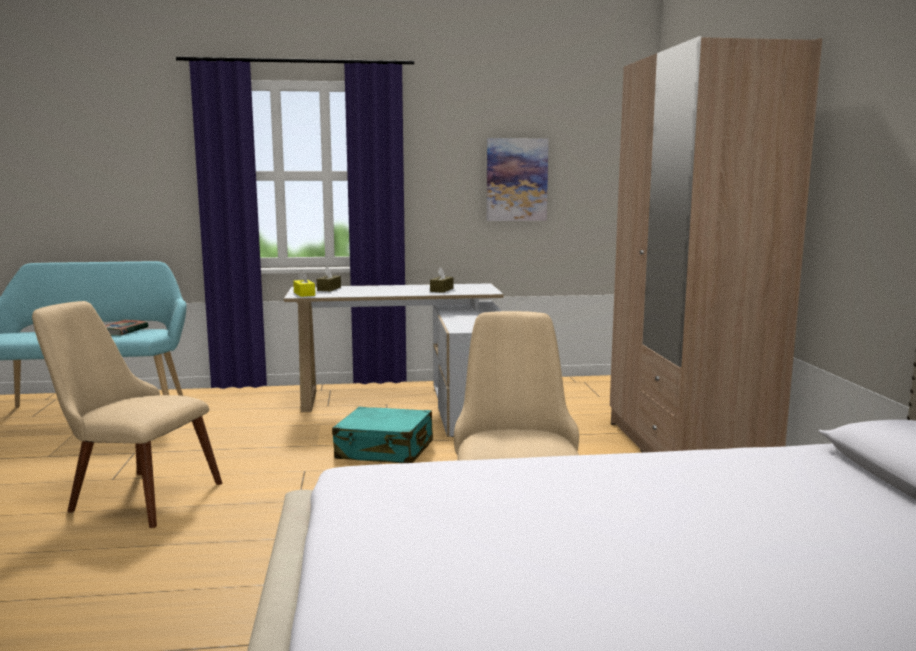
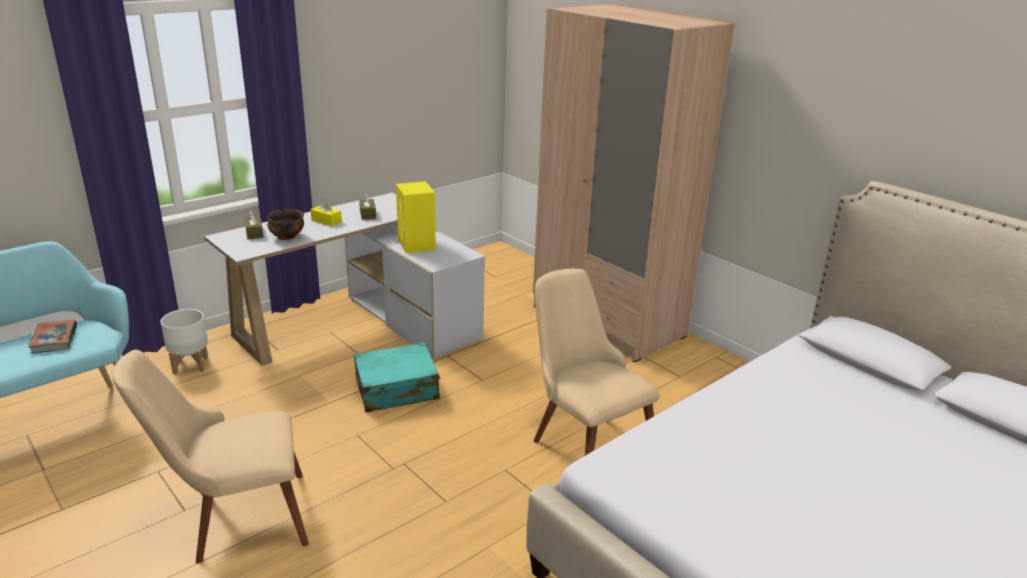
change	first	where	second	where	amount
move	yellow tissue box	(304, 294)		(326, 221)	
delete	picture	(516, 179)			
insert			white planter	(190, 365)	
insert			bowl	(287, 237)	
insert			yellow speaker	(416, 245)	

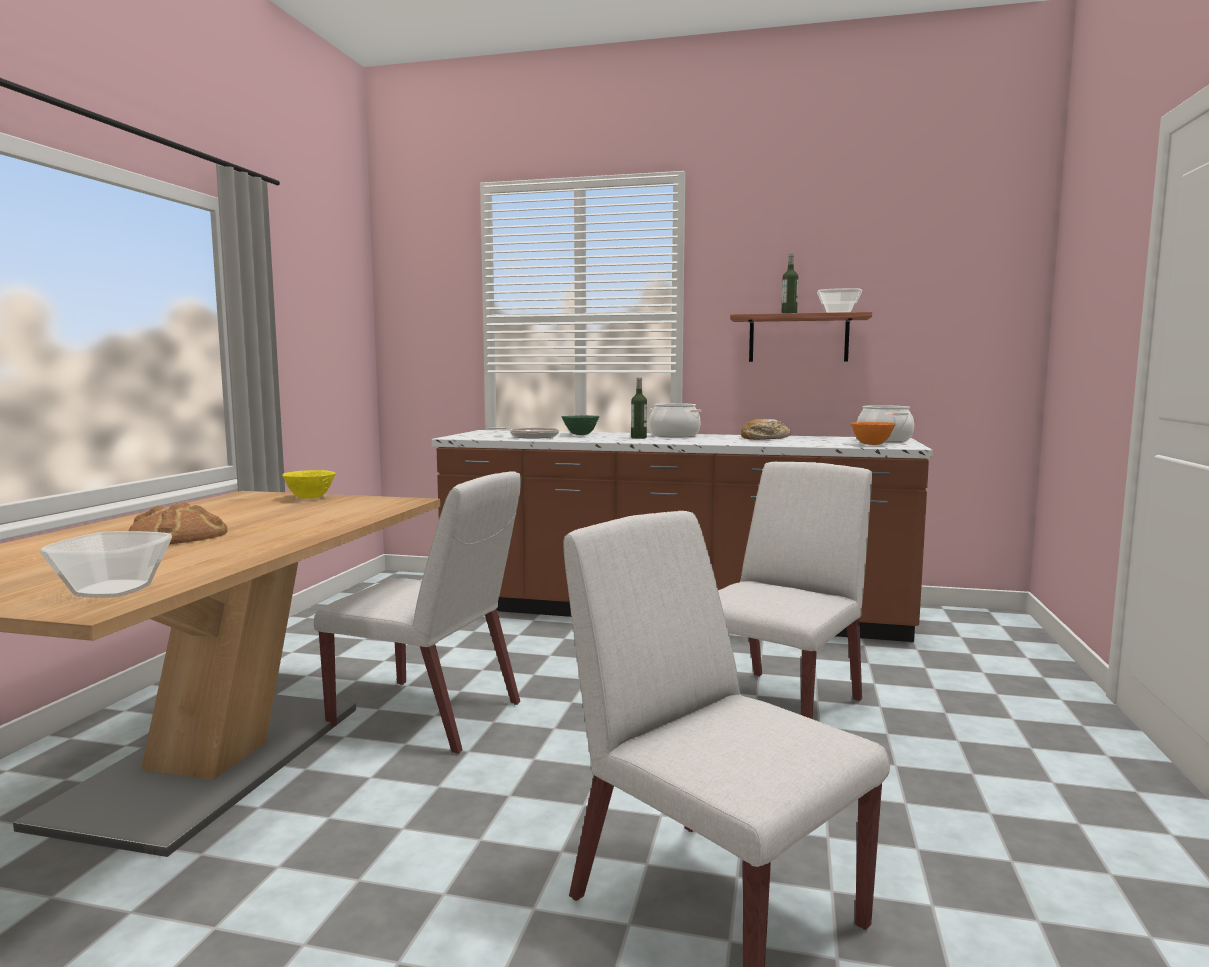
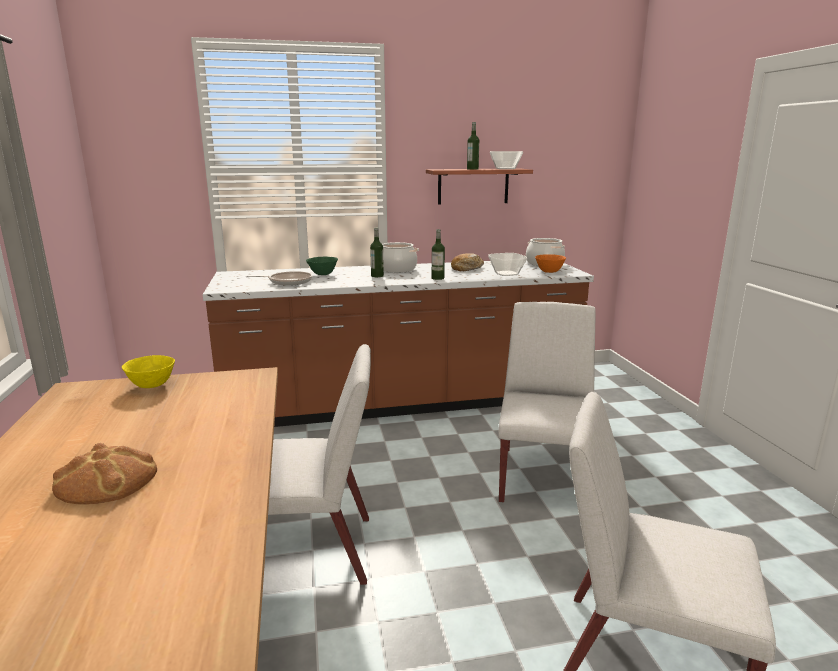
change	first	where	second	where	amount
move	bowl	(113, 590)		(507, 274)	
insert			bottle	(437, 278)	

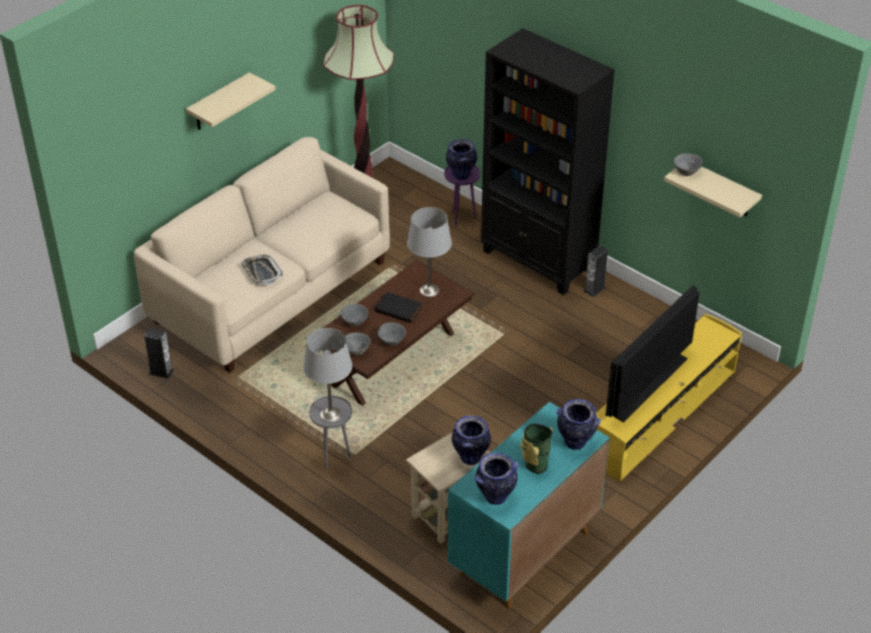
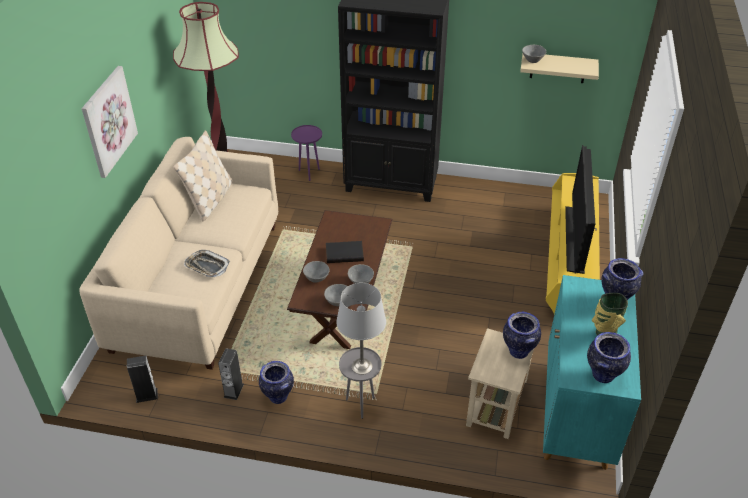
change	first	where	second	where	amount
replace	beige shelf	(219, 103)	picture	(108, 121)	
delete	grey table lamp	(429, 290)			
move	vase	(461, 175)		(278, 397)	
move	speaker	(594, 289)		(233, 390)	
insert			beige pillow	(210, 200)	

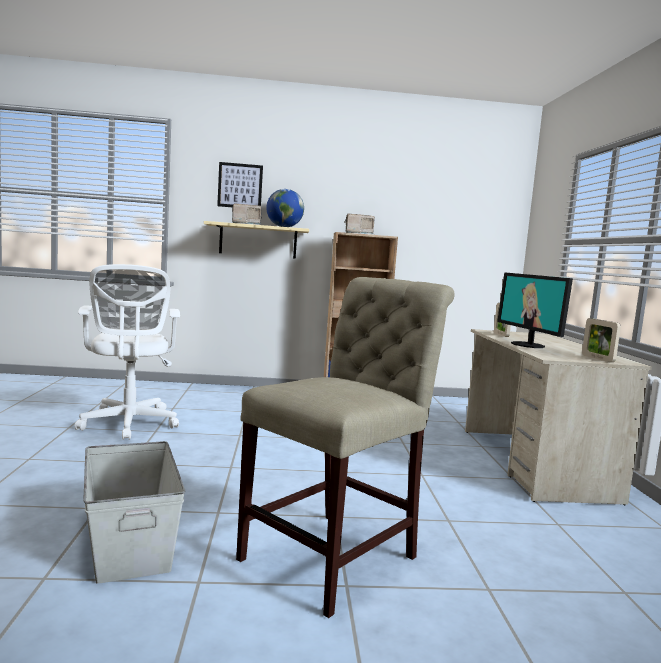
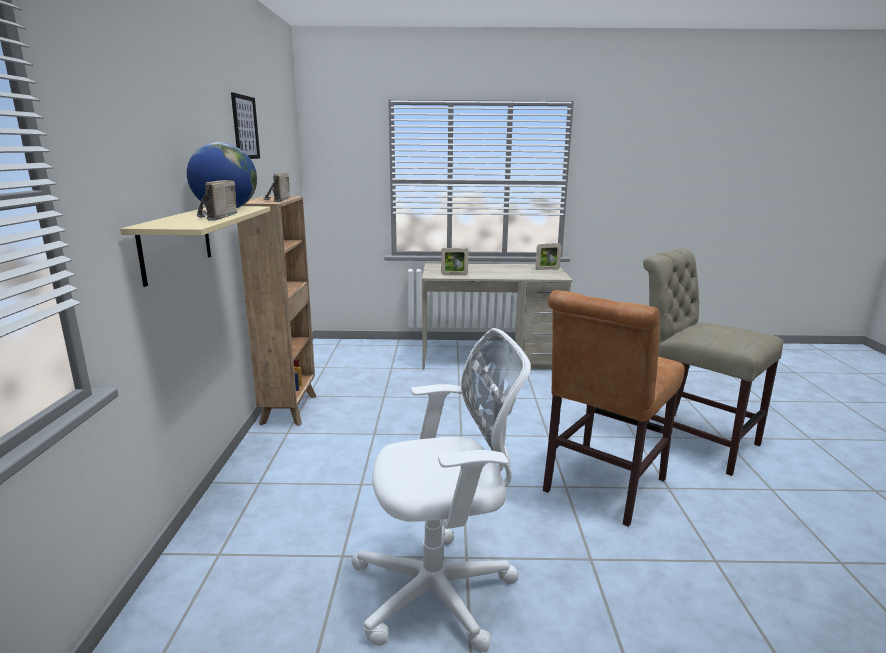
change	first	where	second	where	amount
delete	grey storage box	(129, 540)			
move	picture	(240, 186)		(245, 127)	
delete	monitor	(528, 345)			
insert			brown chair	(601, 488)	

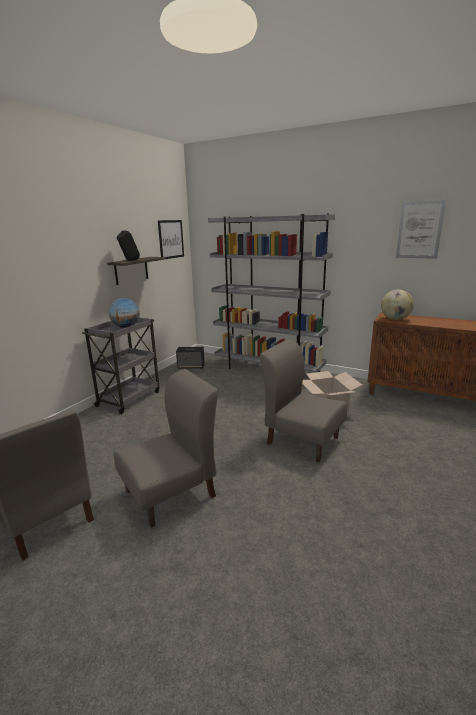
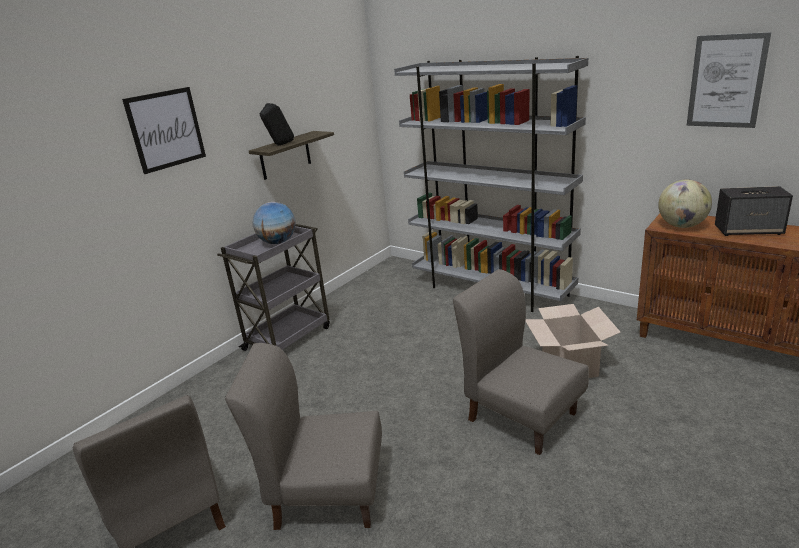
change	first	where	second	where	amount
rotate	grey chair	(171, 493)		(327, 494)	150 degrees counterclockwise
move	picture	(171, 239)		(166, 129)	
move	speaker	(191, 366)		(749, 230)	

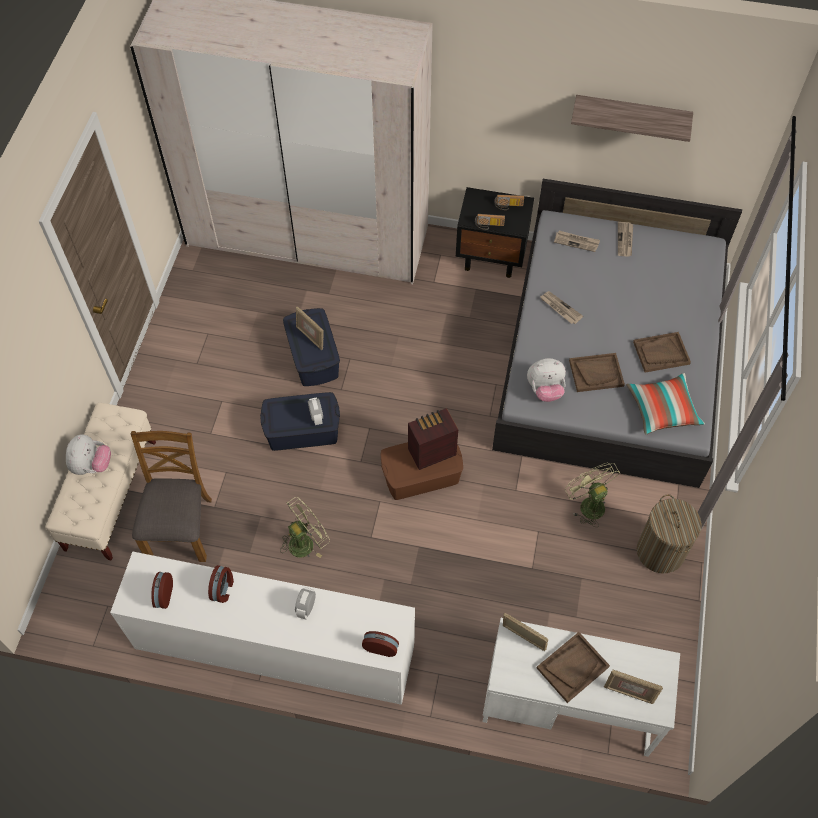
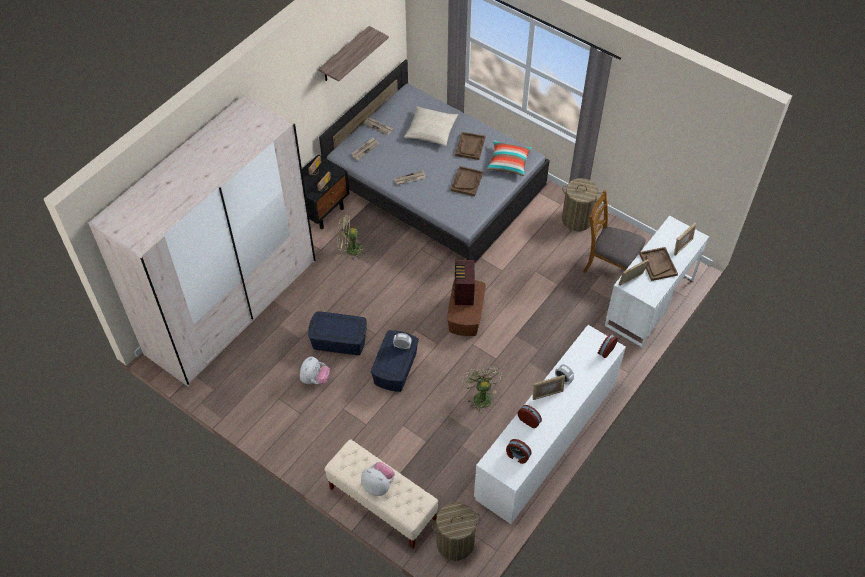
change	first	where	second	where	amount
move	brown chair	(180, 527)		(609, 267)	
move	picture frame	(310, 337)		(547, 394)	
move	plush toy	(545, 389)		(315, 379)	
move	green fan	(588, 504)		(349, 250)	
insert			beige pillow	(431, 130)	
insert			laundry basket	(455, 543)	

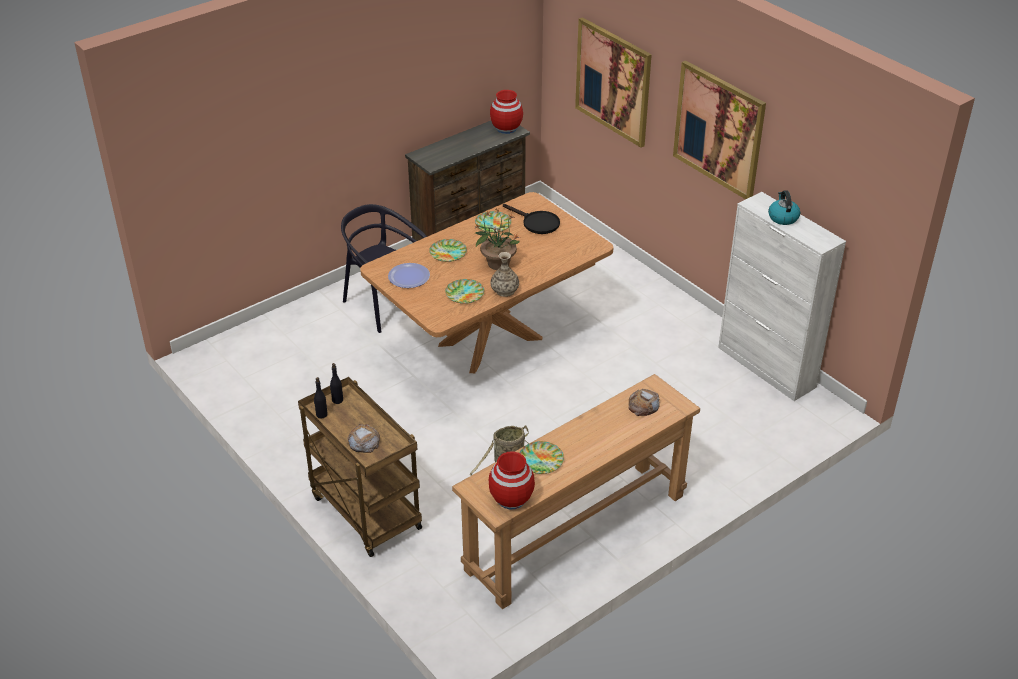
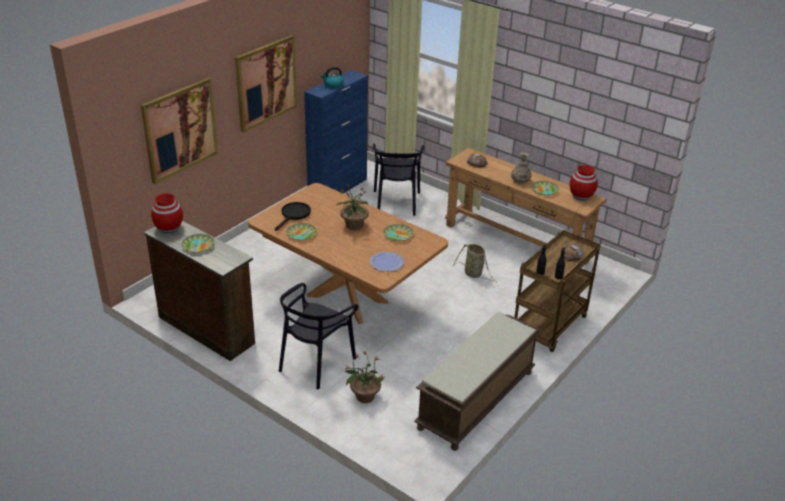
change	first	where	second	where	amount
move	plate	(448, 253)		(197, 245)	
move	vase	(505, 290)		(520, 181)	
recolor	white cabinet	(766, 367)	blue cabinet	(338, 188)	
insert			potted plant	(364, 396)	
insert			black chair	(396, 202)	
insert			brown bench	(476, 400)	

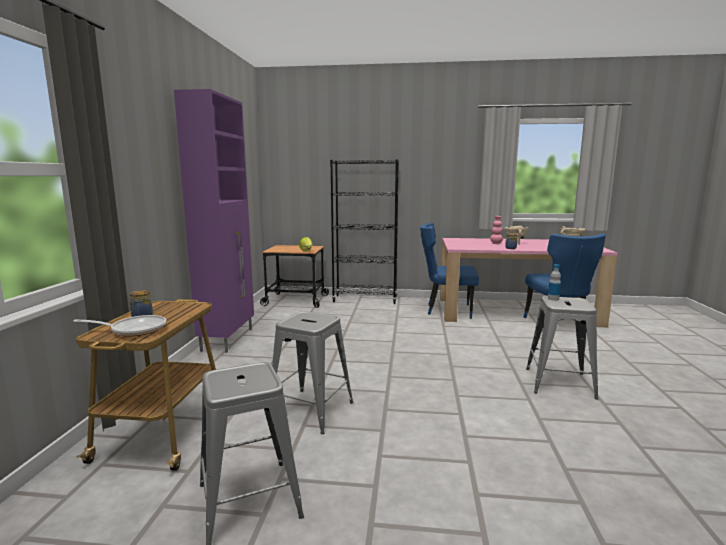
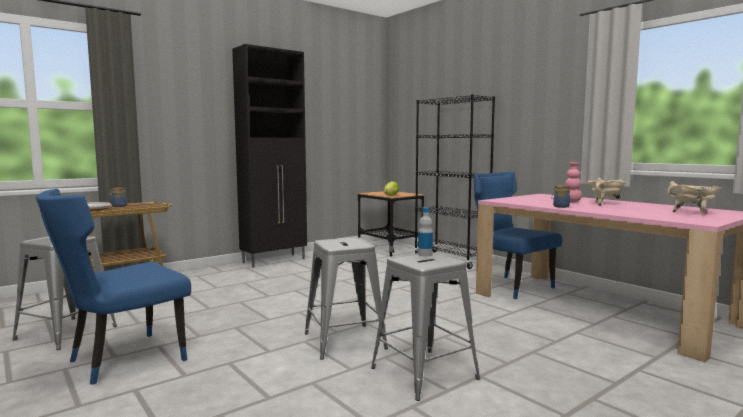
change	first	where	second	where	amount
recolor	purple cabinet	(228, 339)	black cabinet	(275, 260)	
move	grey stool	(311, 410)		(345, 341)	
move	blue chair	(557, 325)		(122, 360)	

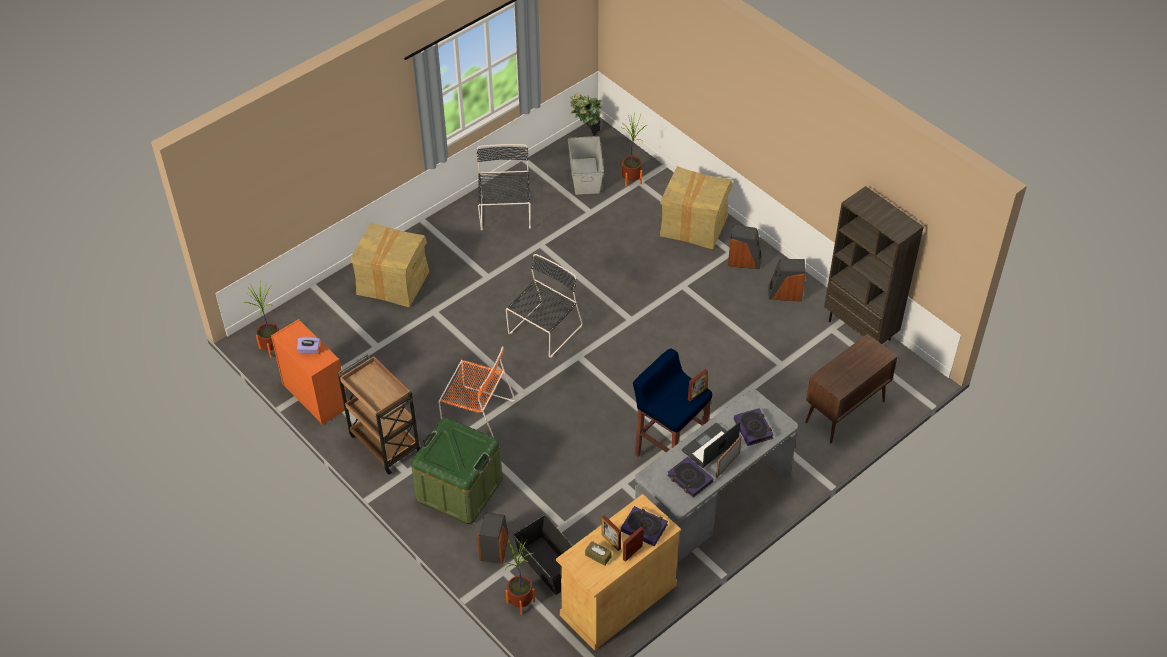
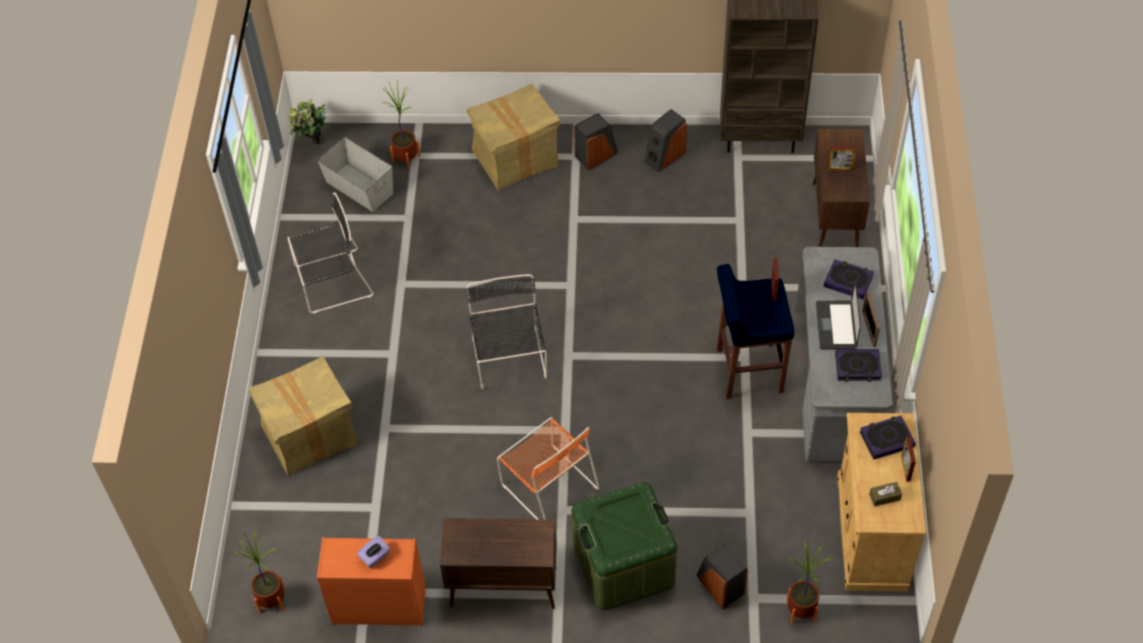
change	first	where	second	where	amount
replace	brown cart	(384, 442)	brown cabinet	(502, 587)	
rotate	orange chair	(476, 413)		(548, 484)	75 degrees clockwise
rotate	black chair	(505, 214)		(331, 282)	120 degrees clockwise
delete	black storage box	(548, 565)			
move	picture frame	(611, 542)		(840, 169)	

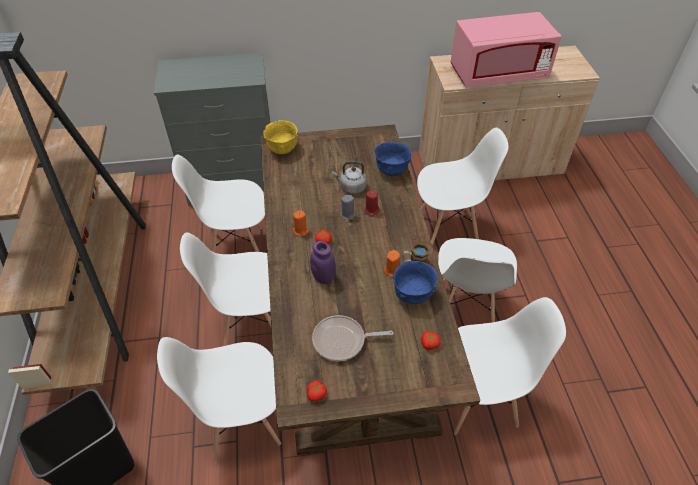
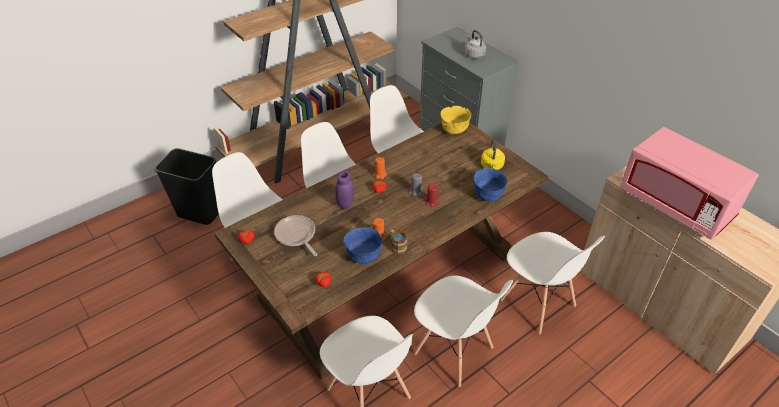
change	first	where	second	where	amount
move	grey kettle	(351, 187)		(473, 54)	
rotate	white chair	(465, 311)		(454, 351)	120 degrees counterclockwise
insert			yellow kettle	(492, 166)	

